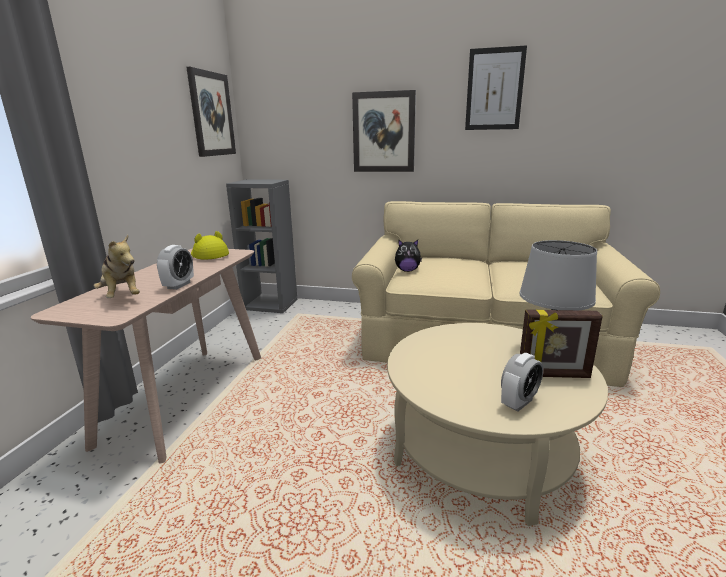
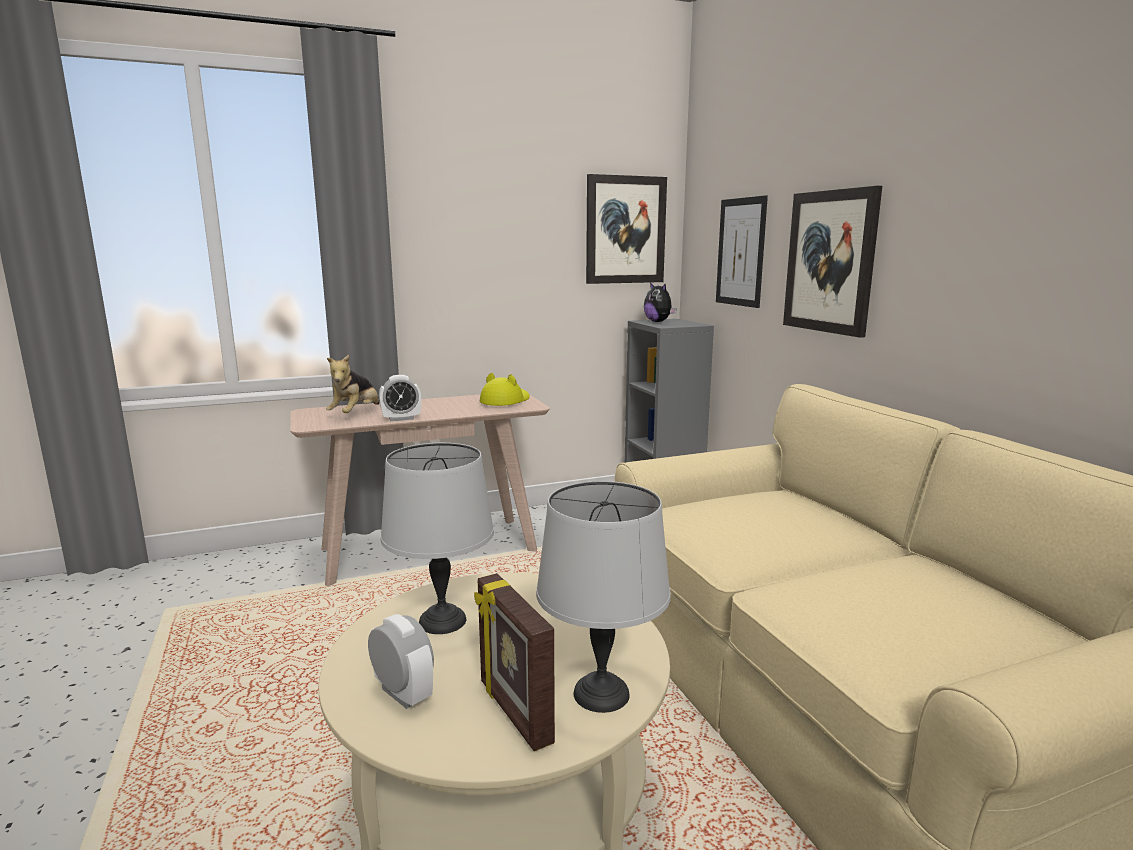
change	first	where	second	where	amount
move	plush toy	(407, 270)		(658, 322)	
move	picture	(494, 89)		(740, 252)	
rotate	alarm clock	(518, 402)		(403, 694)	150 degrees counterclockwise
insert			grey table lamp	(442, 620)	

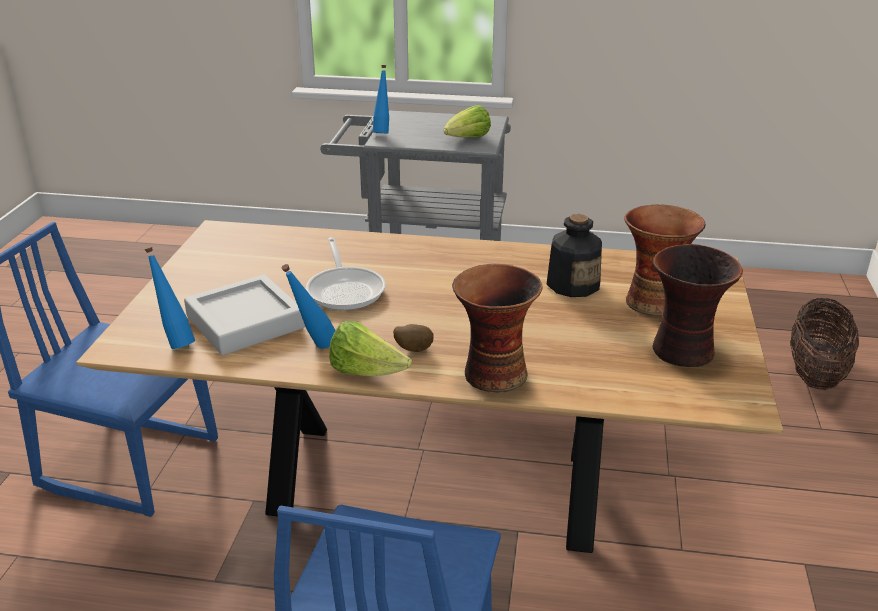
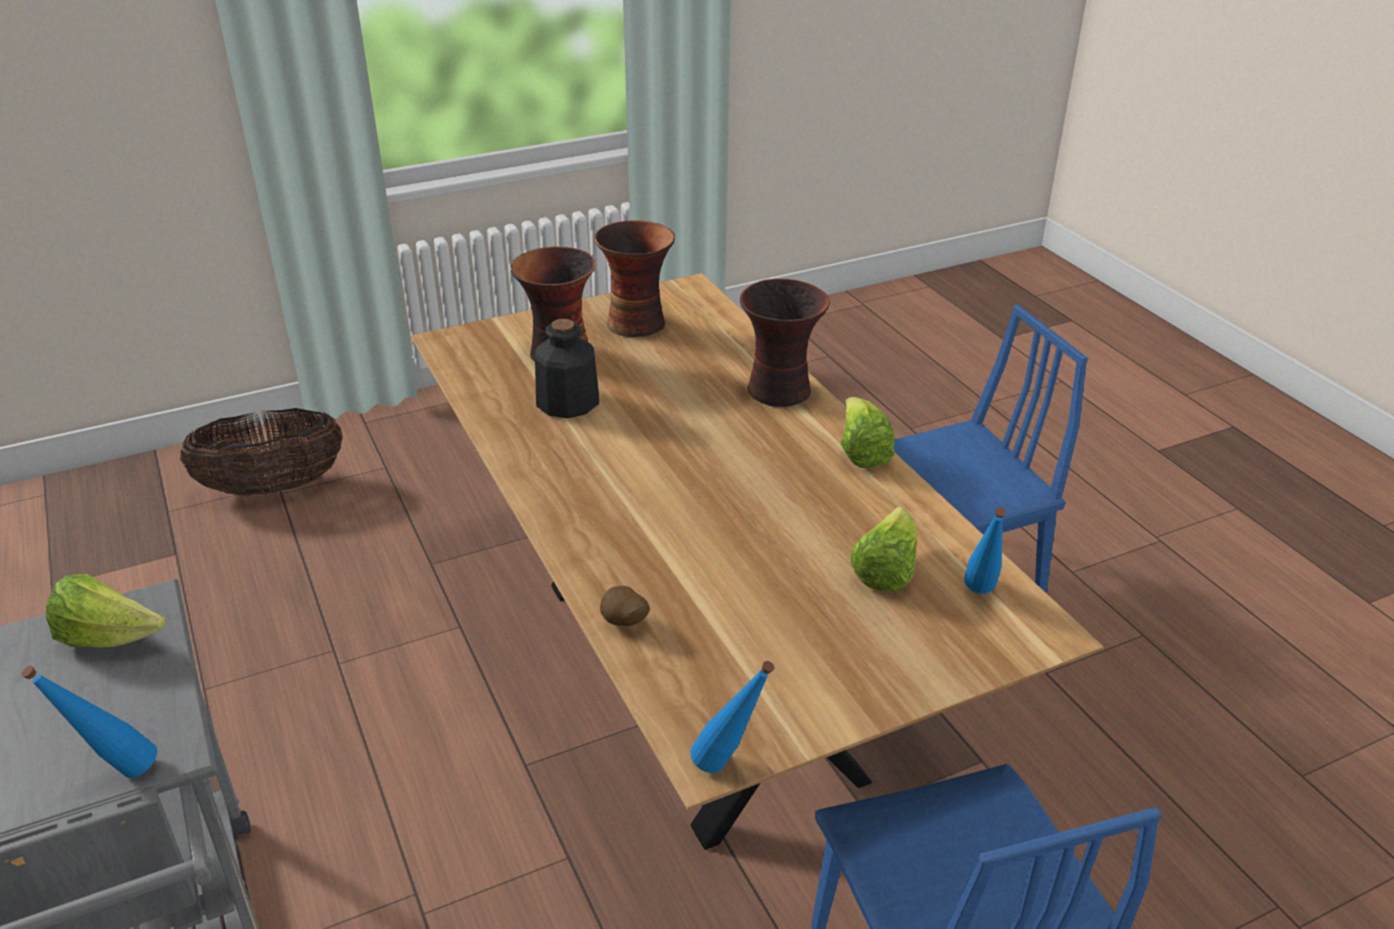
change	first	where	second	where	amount
replace	grey tray	(245, 322)	lettuce	(885, 571)	
move	blue bottle	(313, 347)		(729, 767)	
delete	frying pan	(346, 289)			
move	potato	(413, 349)		(624, 623)	

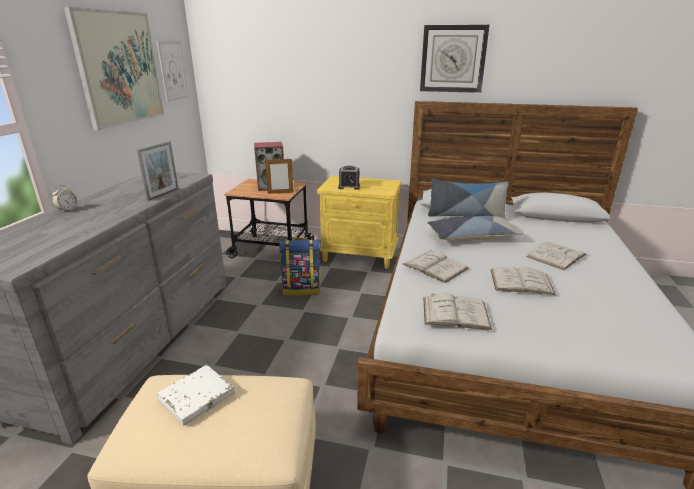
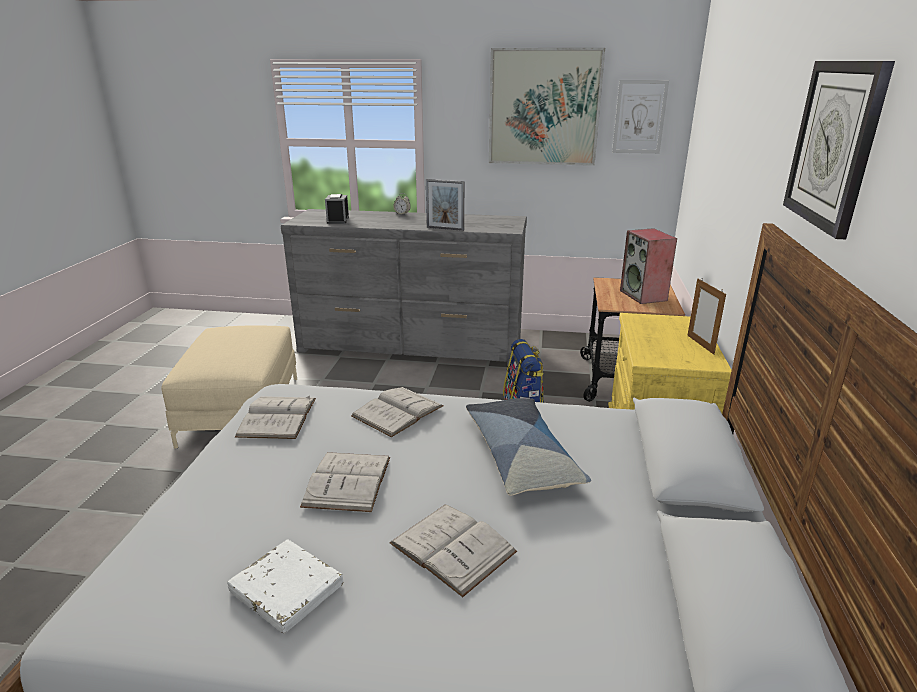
change	first	where	second	where	amount
move	white book	(196, 397)		(287, 589)	
move	picture frame	(280, 193)		(700, 344)	
move	alarm clock	(349, 187)		(338, 220)	
delete	pillow	(465, 216)			

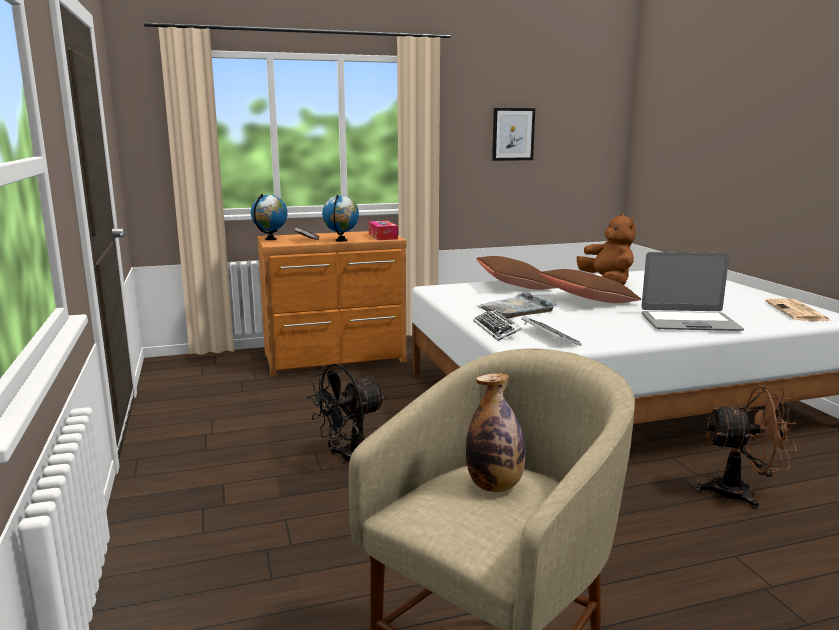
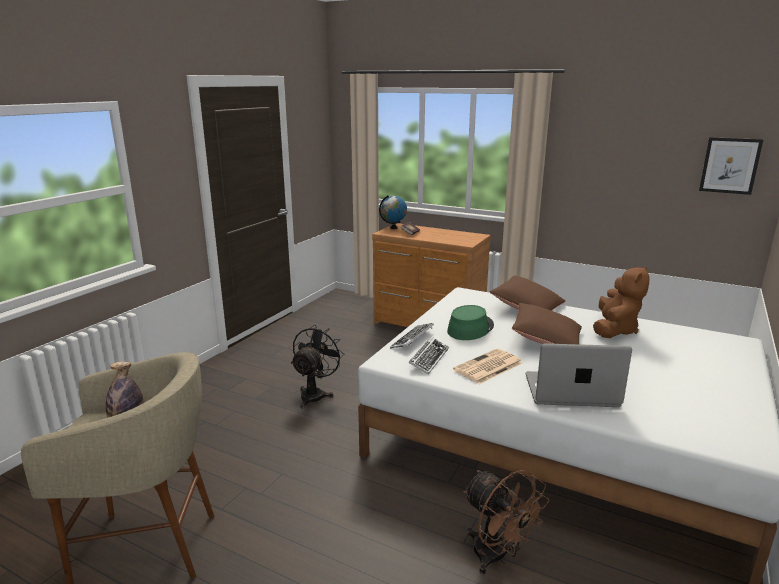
change	first	where	second	where	amount
rotate	black fan	(349, 460)		(315, 394)	105 degrees clockwise
delete	globe	(341, 240)			
delete	tissue box	(383, 236)			
replace	grey tray	(516, 309)	green hat	(470, 328)	
move	picture	(513, 134)		(730, 165)	
rotate	laptop	(689, 322)		(571, 392)	135 degrees clockwise
move	newspaper	(798, 311)		(488, 367)	

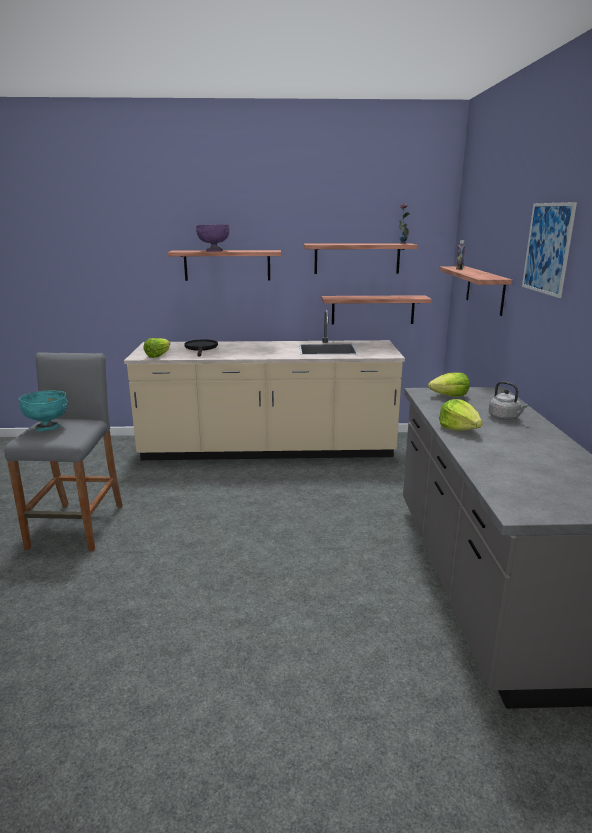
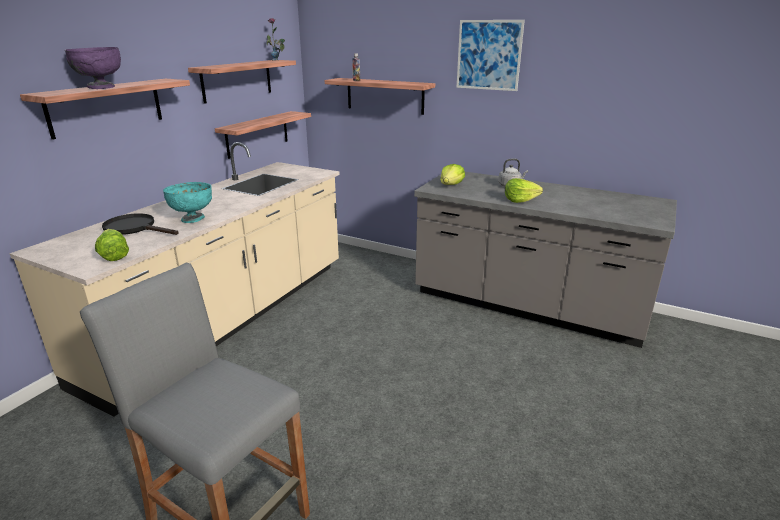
change	first	where	second	where	amount
move	turquoise bowl	(48, 428)		(193, 219)	

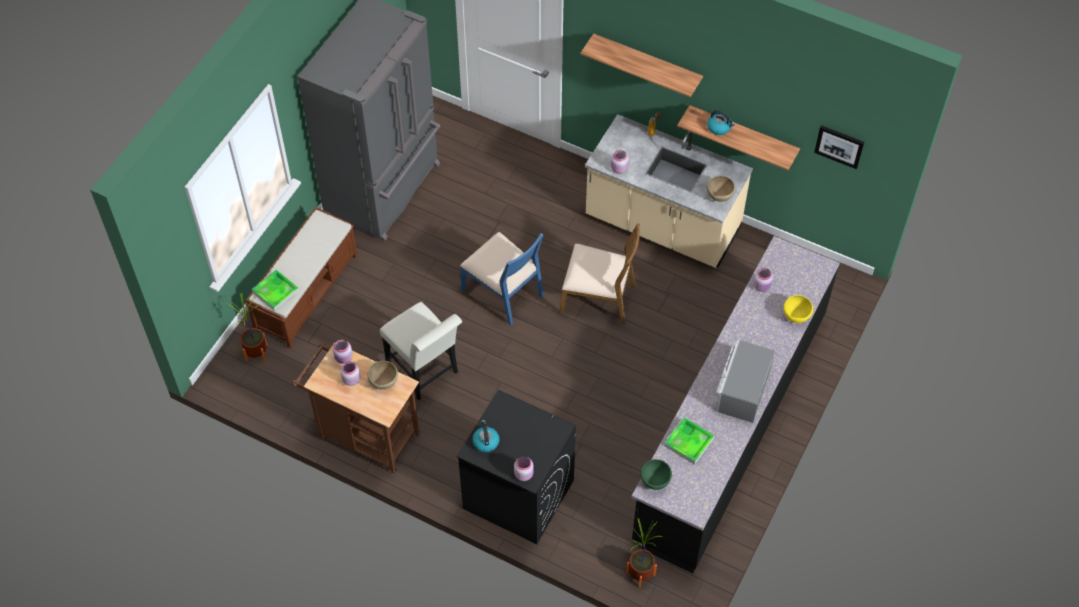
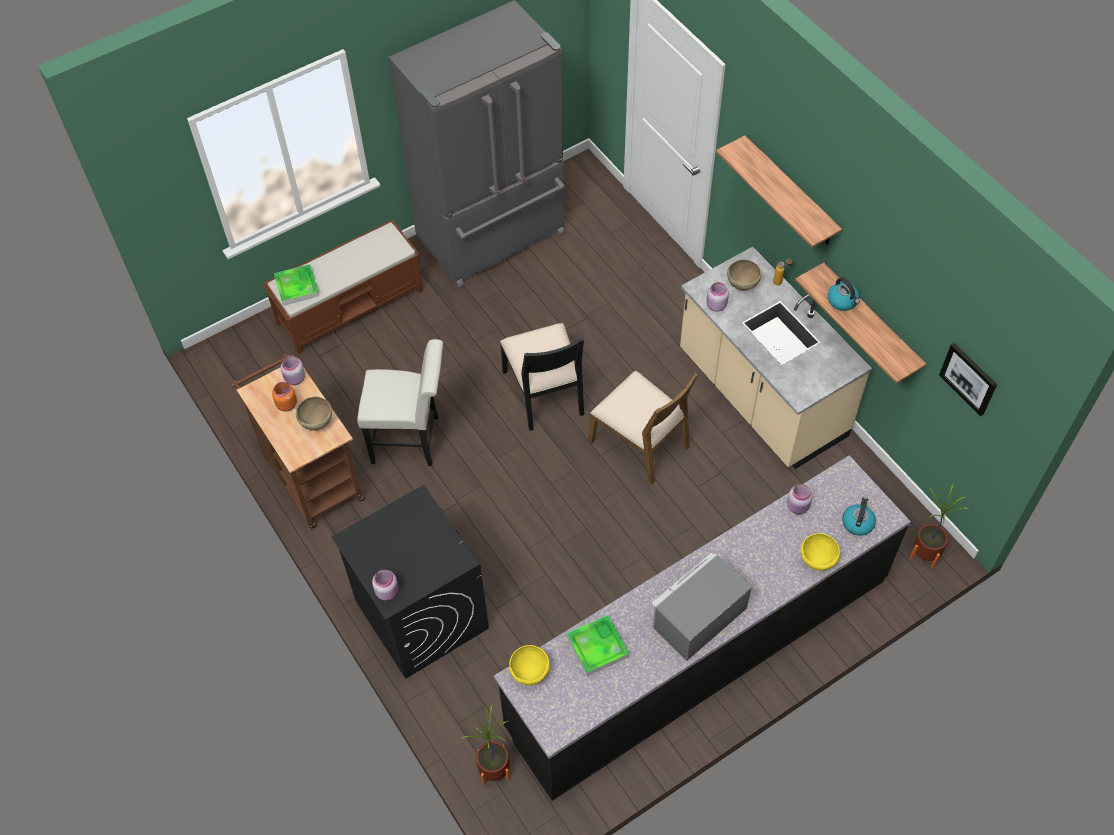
change	first	where	second	where	amount
move	potted plant	(256, 352)		(925, 553)	
recolor	pink jar	(351, 379)	orange jar	(286, 404)	
rotate	white chair	(425, 373)		(411, 440)	75 degrees counterclockwise
recolor	blue chair	(503, 292)	black chair	(544, 392)	
move	kettle	(485, 441)		(857, 522)	
recolor	green bowl	(655, 481)	yellow bowl	(529, 672)	
move	brown bowl	(719, 196)		(742, 284)	

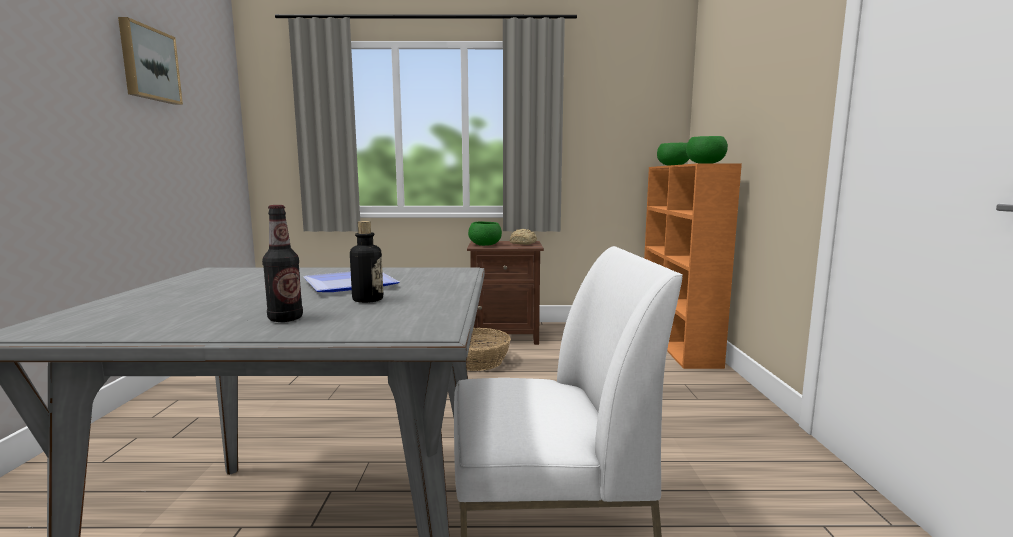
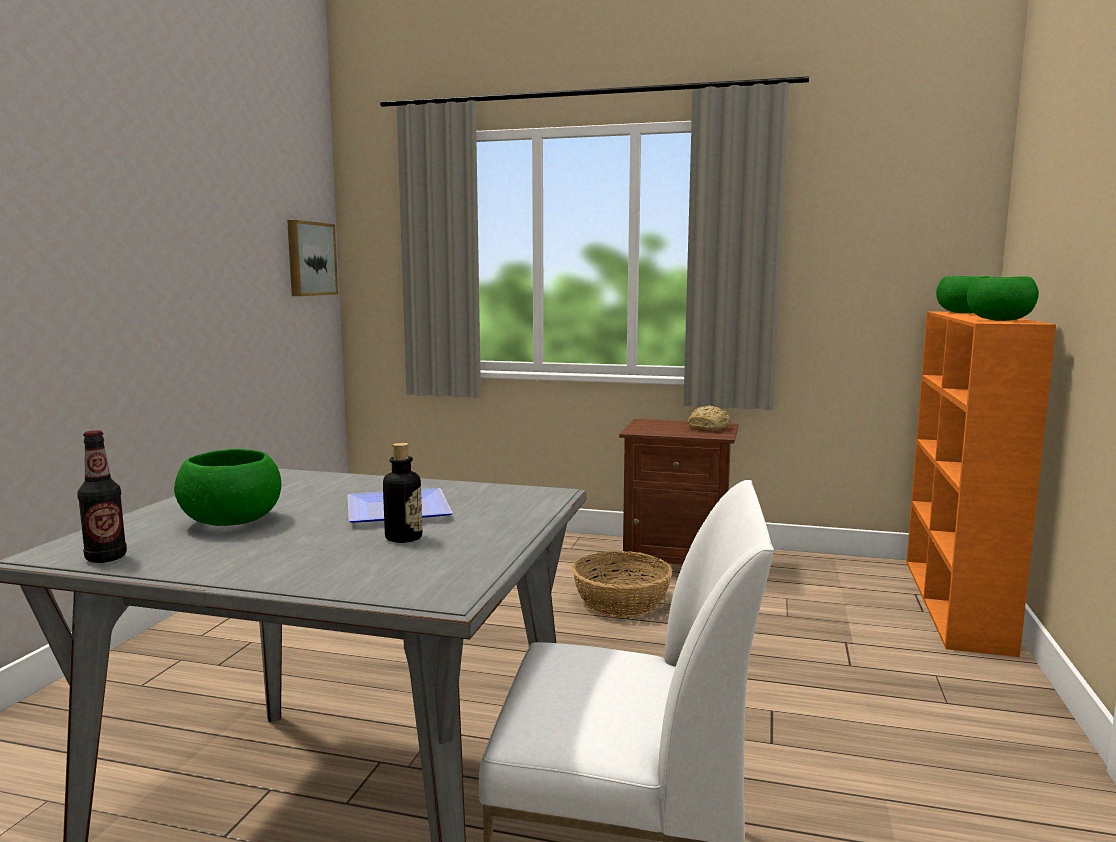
change	first	where	second	where	amount
move	picture	(148, 64)		(310, 259)	
move	bottle	(285, 319)		(106, 558)	
move	green bowl	(485, 245)		(232, 522)	

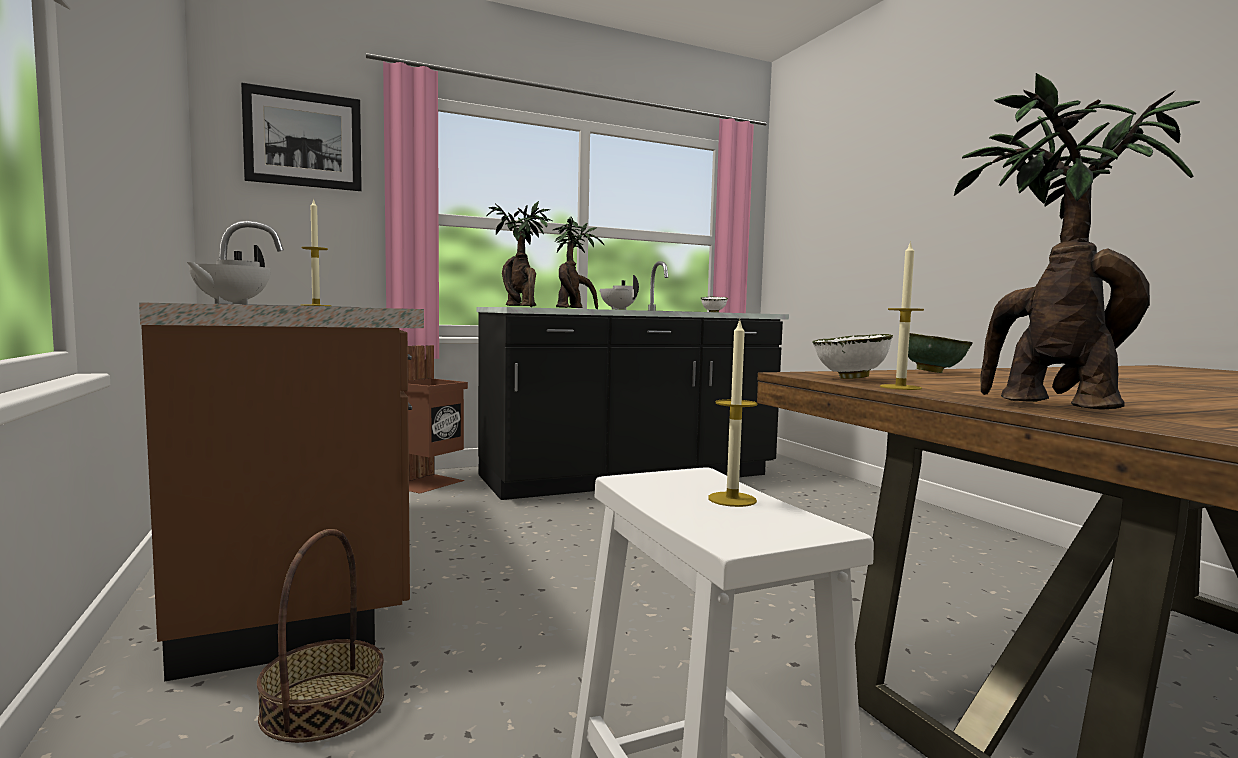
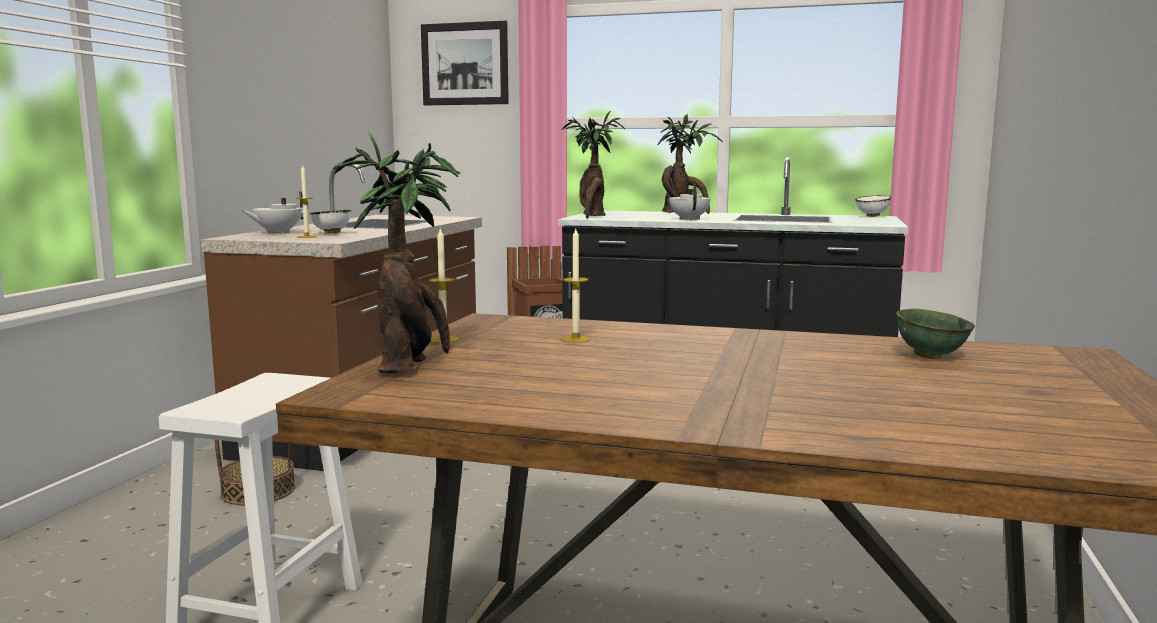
change	first	where	second	where	amount
move	candle	(732, 499)		(575, 339)	
move	white bowl	(851, 378)		(331, 233)	
move	green bowl	(931, 372)		(930, 356)	

